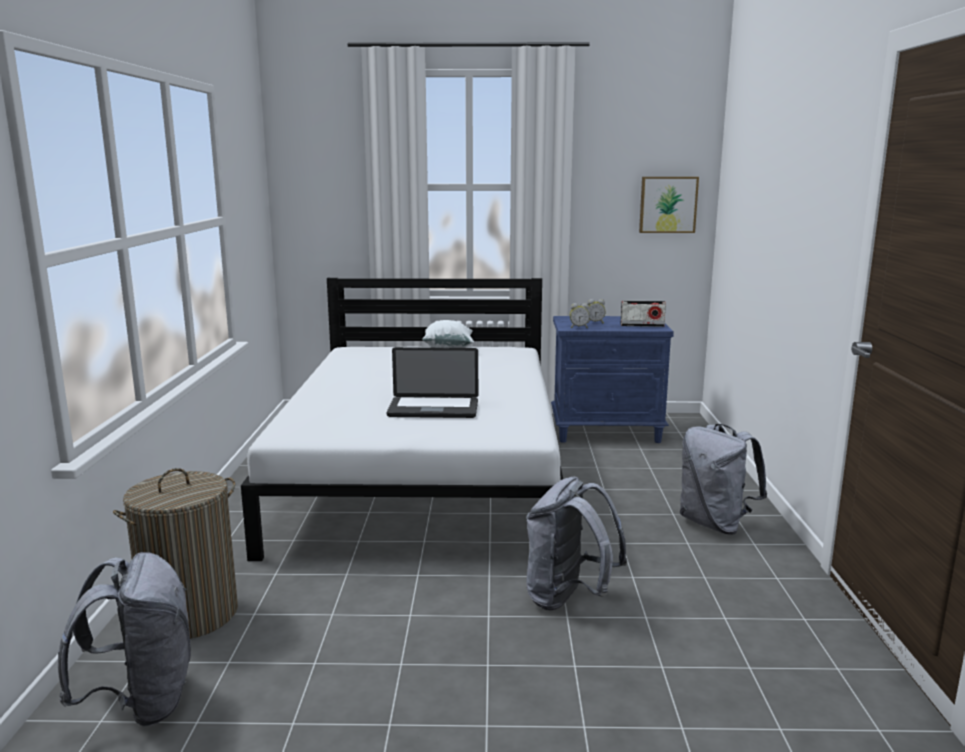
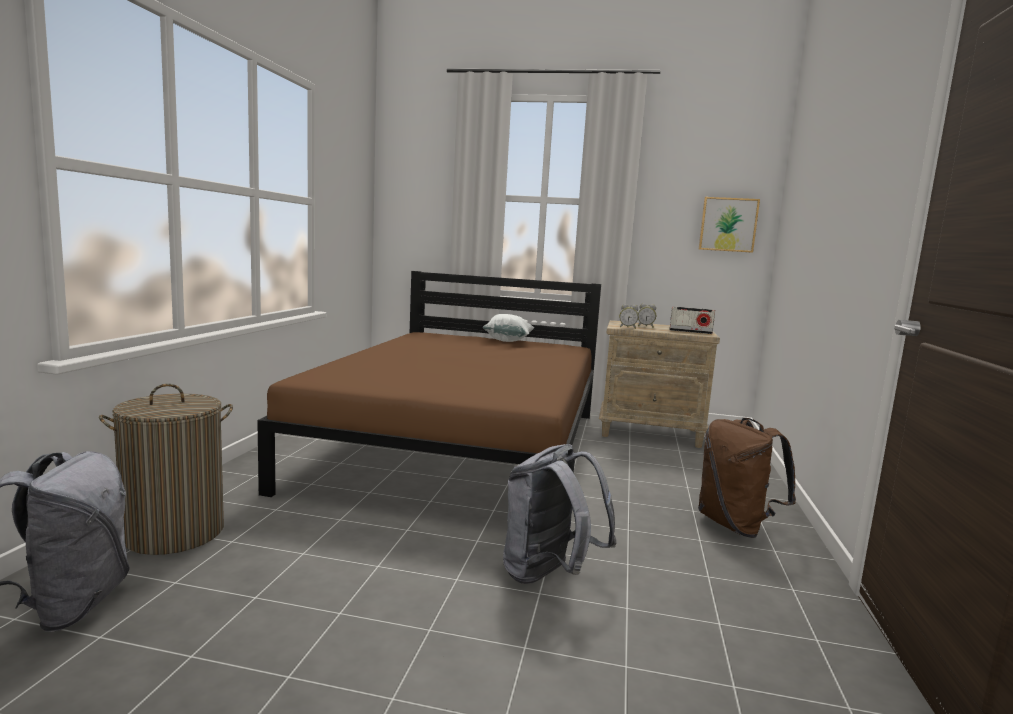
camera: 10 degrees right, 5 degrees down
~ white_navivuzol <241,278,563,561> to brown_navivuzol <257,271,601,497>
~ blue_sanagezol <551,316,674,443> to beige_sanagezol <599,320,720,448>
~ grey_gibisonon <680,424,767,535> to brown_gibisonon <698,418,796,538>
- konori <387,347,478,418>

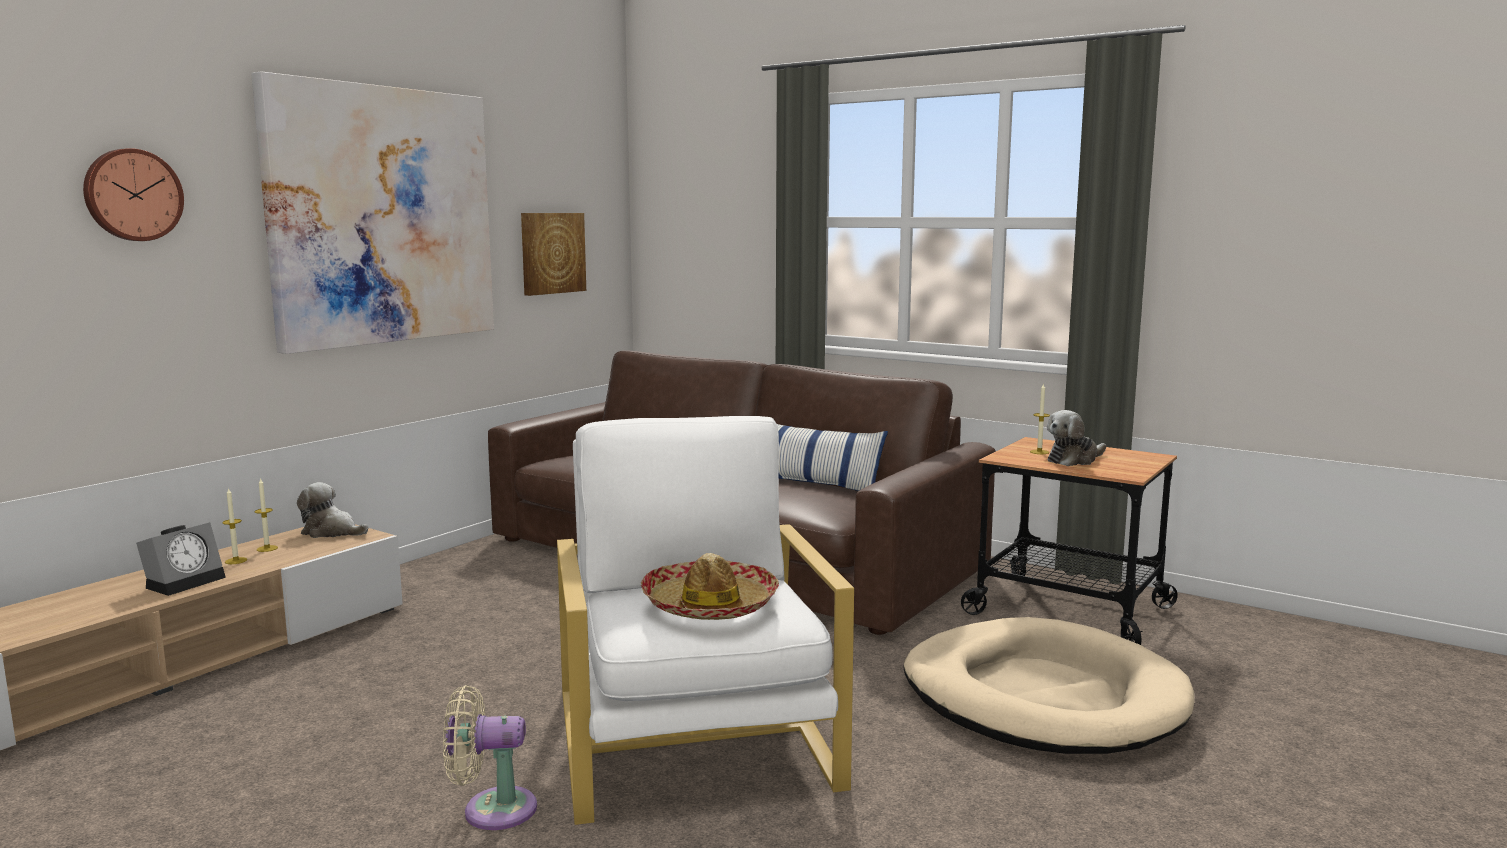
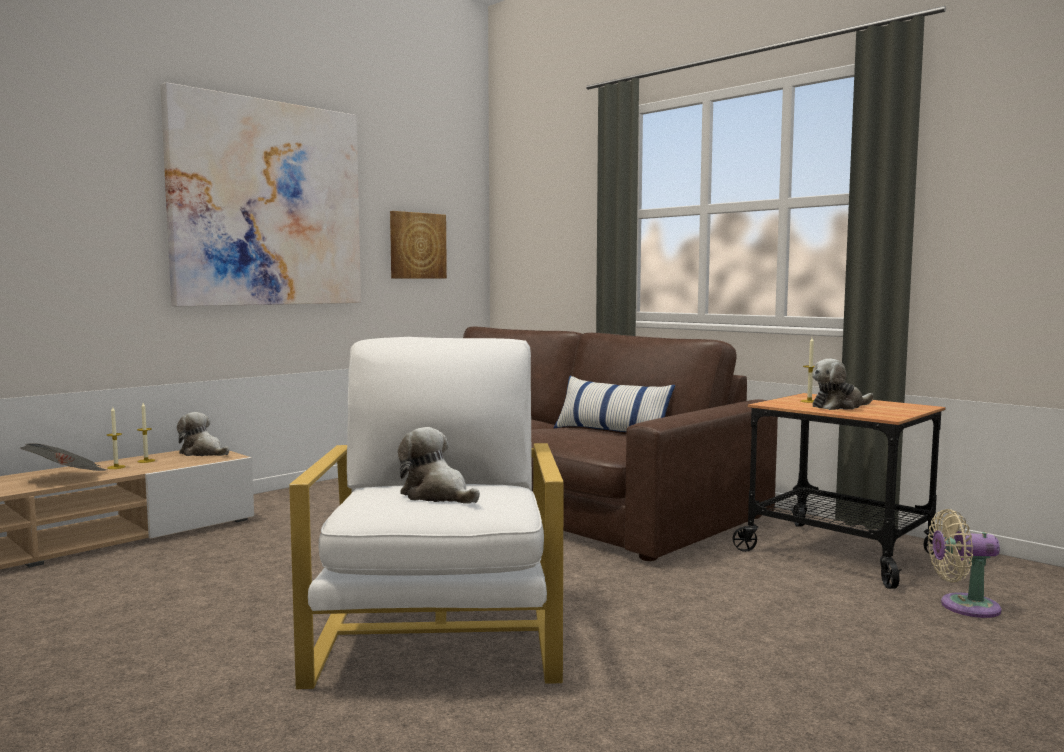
camera: 10 degrees right, 5 degrees down
~ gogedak <136,522,226,596> to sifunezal <20,443,107,471>
~ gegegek <640,553,779,620> to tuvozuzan <398,427,480,504>
~ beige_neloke <443,685,537,830> to <928,509,1002,618>
- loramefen <83,148,184,241>
- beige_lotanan <904,617,1194,754>

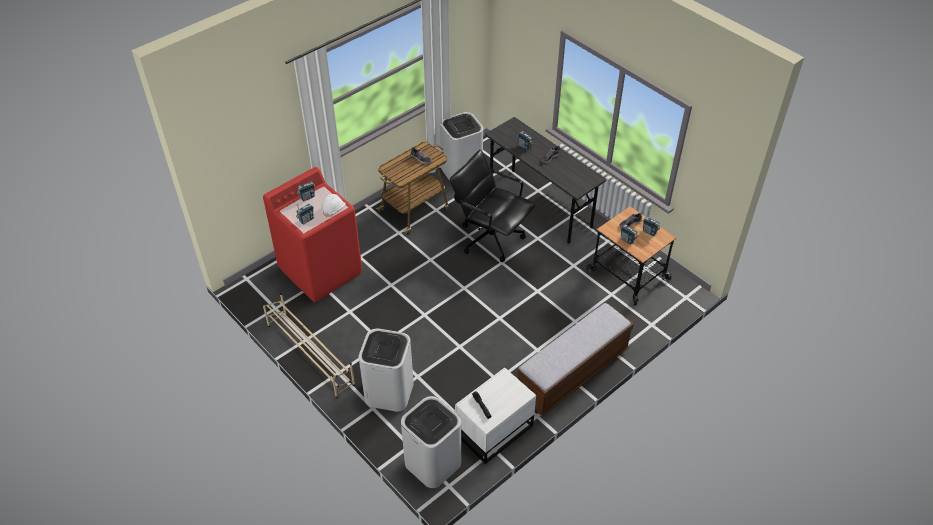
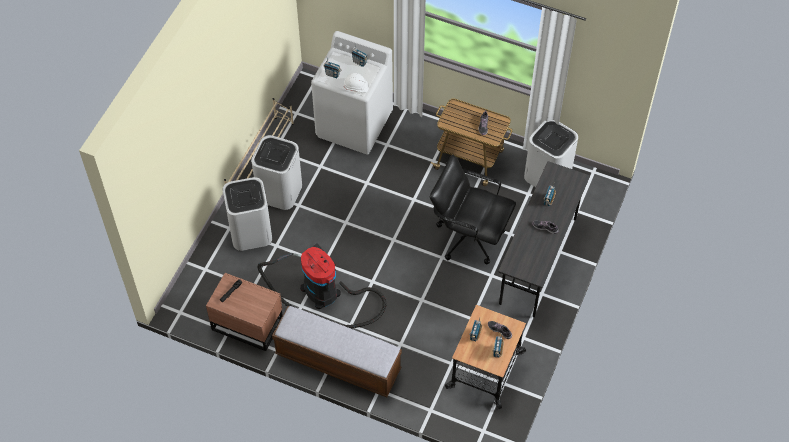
camera: 65 degrees right, 10 degrees up
~ white_sanagezol <455,368,536,464> to brown_sanagezol <206,273,283,351>
~ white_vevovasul <401,396,461,488> to <251,135,302,210>
+ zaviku <257,244,386,329>
~ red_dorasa <263,167,362,302> to white_dorasa <311,31,393,155>
~ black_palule <450,150,535,262> = <430,155,516,264> 75 degrees counterclockwise

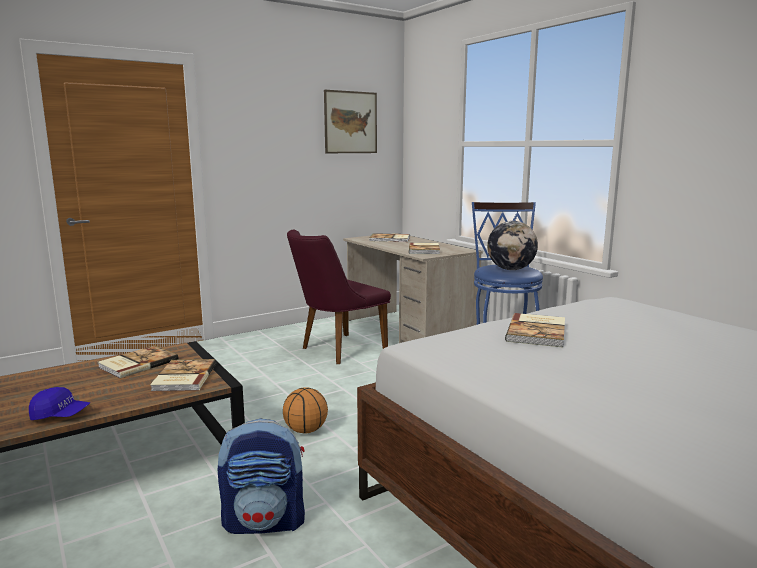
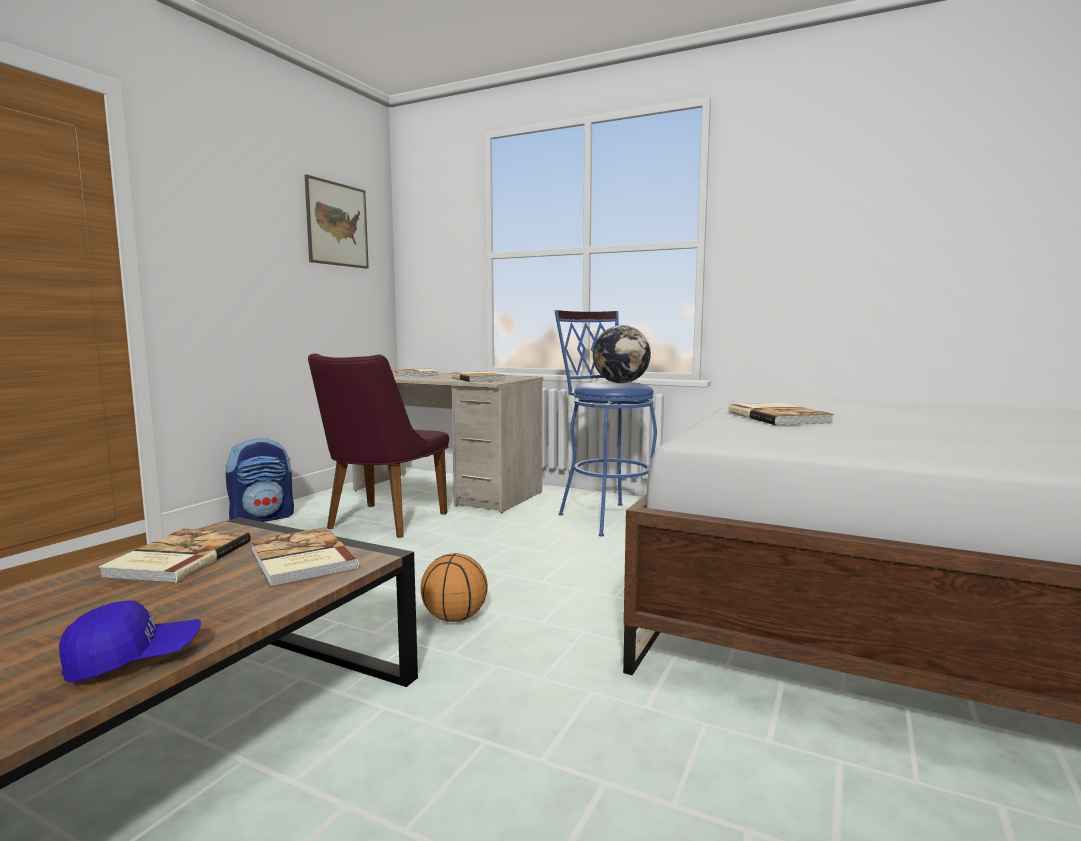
camera: 30 degrees left, 5 degrees down
~ gibisonon <218,419,305,534> to <225,438,294,522>

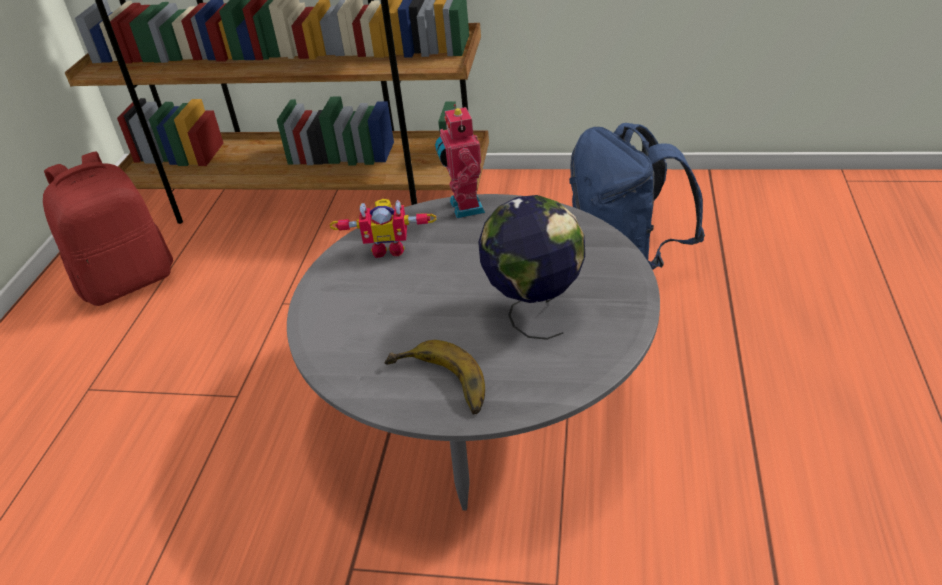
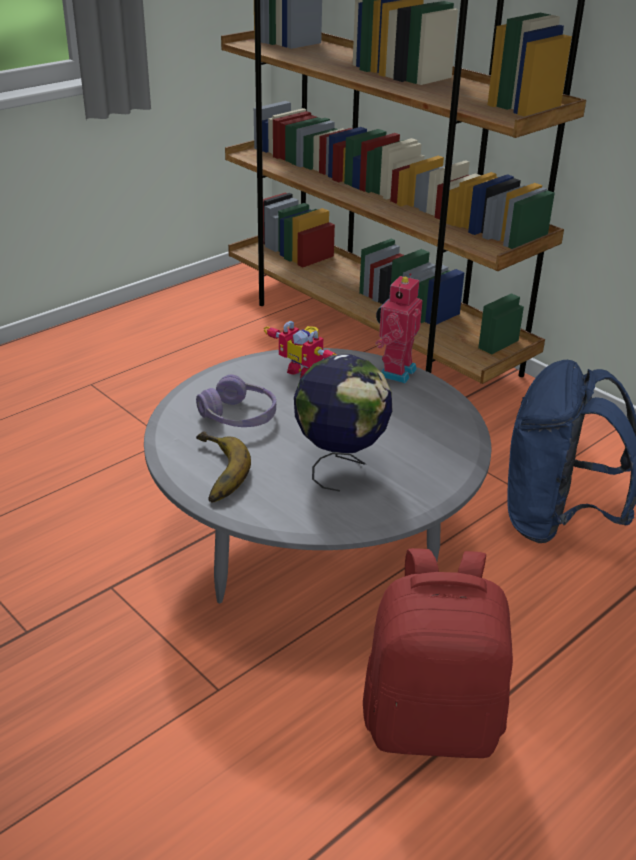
camera: 35 degrees right, 5 degrees down
+ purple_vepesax <196,374,276,427>
~ red_gibisonon <43,151,173,306> to <363,548,513,758>

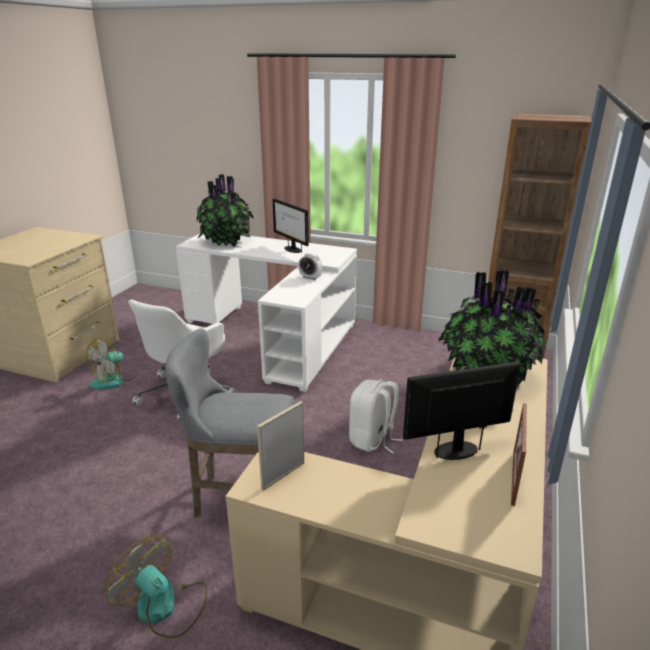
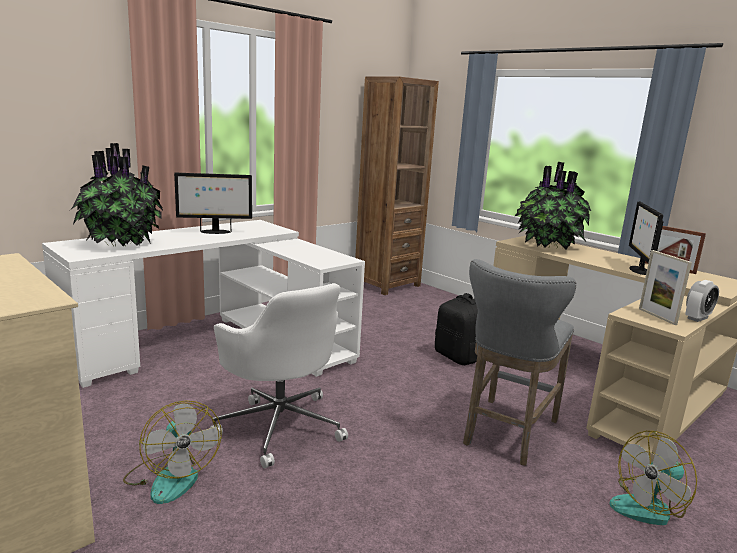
camera: 65 degrees left, 10 degrees down
~ white_gibisonon <349,380,403,454> to black_gibisonon <435,293,478,365>
~ gogedak <299,253,322,280> to <685,280,719,322>

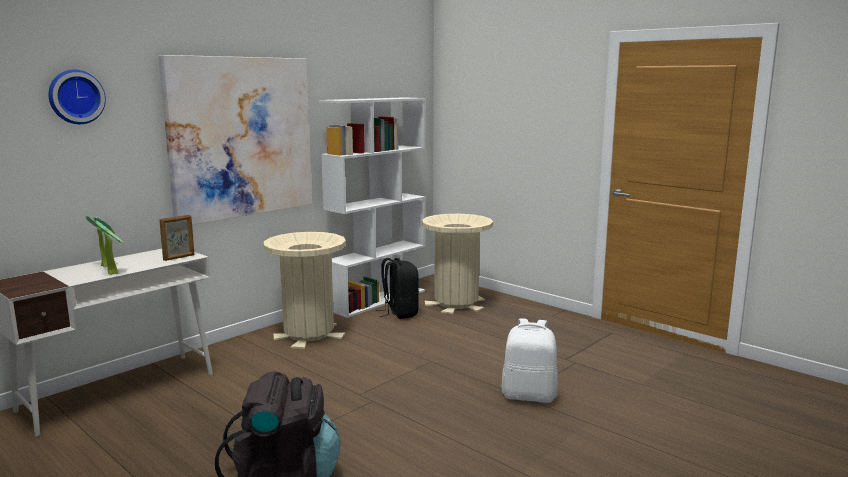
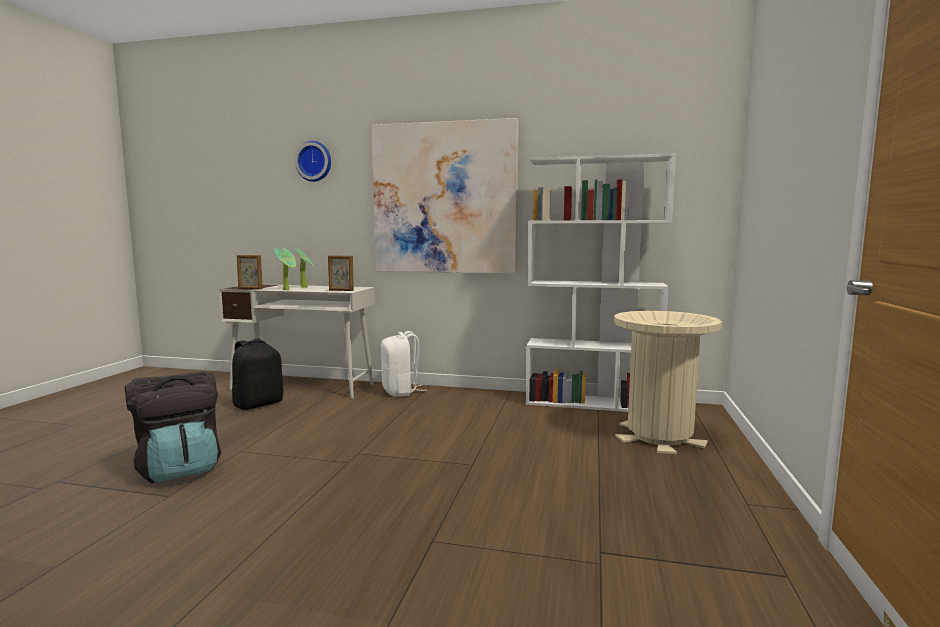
camera: 60 degrees right, 5 degrees down
~ black_gibisonon <376,258,419,319> to <232,338,283,410>
+ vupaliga <237,255,263,289>
~ white_gibisonon <502,318,558,403> to <381,331,427,397>
- beige_vevovasul <264,232,346,349>

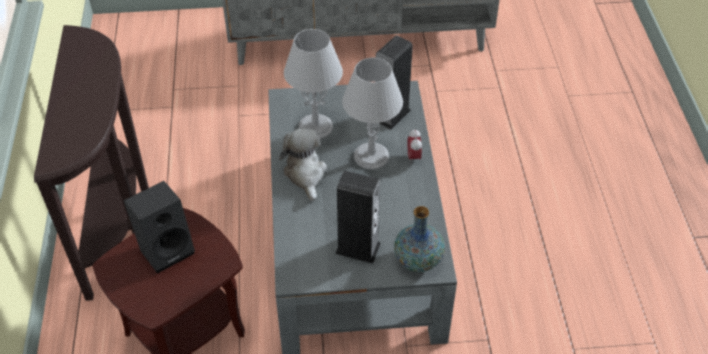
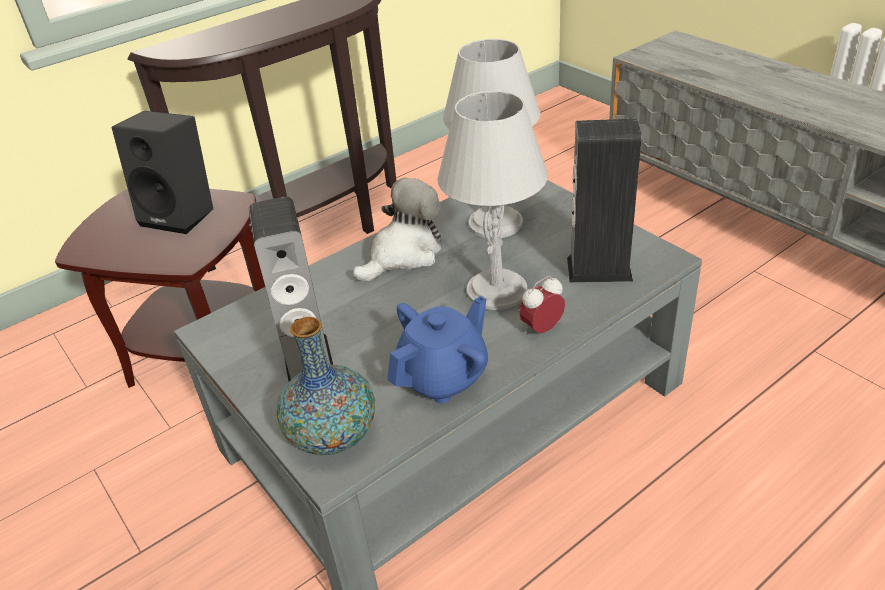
camera: 60 degrees right, 10 degrees down
+ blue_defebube <387,296,488,404>

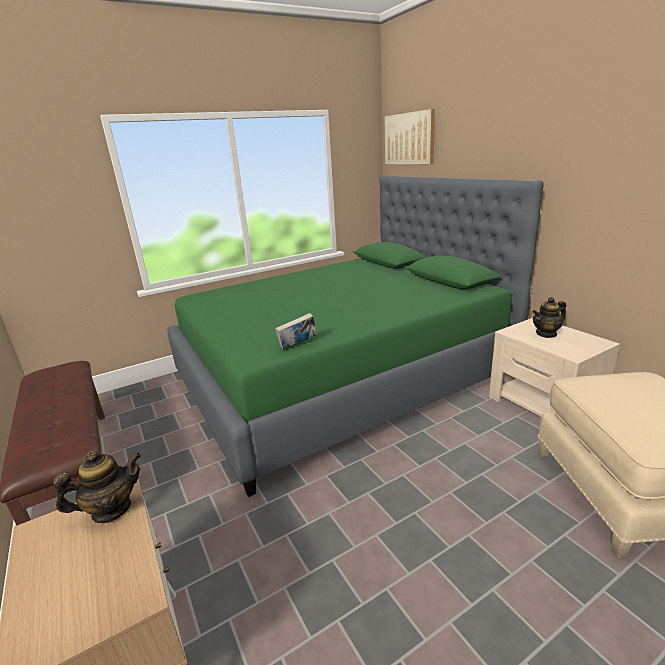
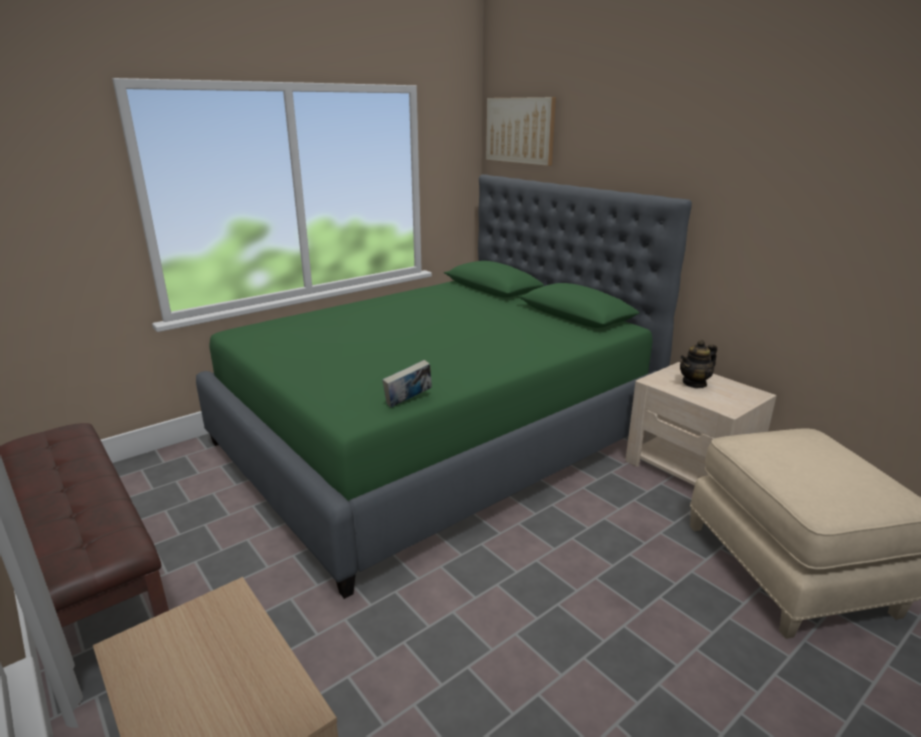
camera: 10 degrees left, 0 degrees up
- defebube <53,450,141,523>

